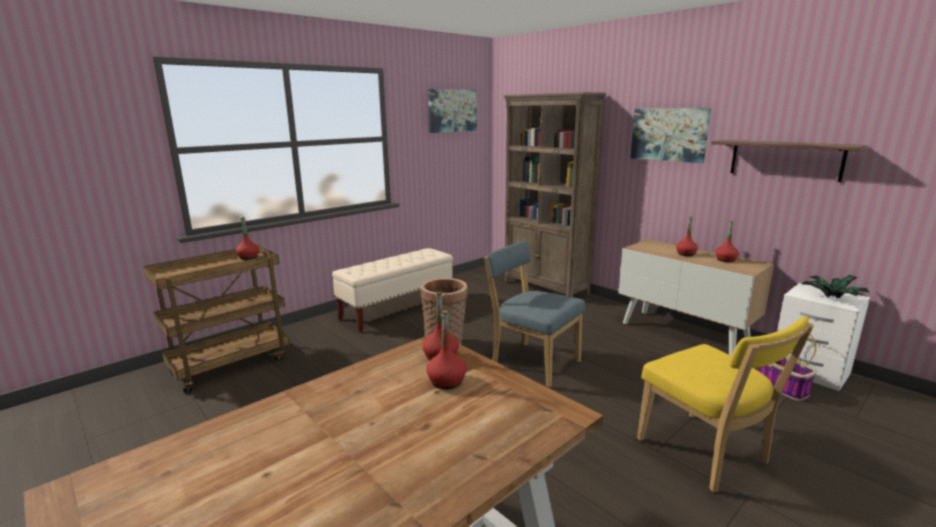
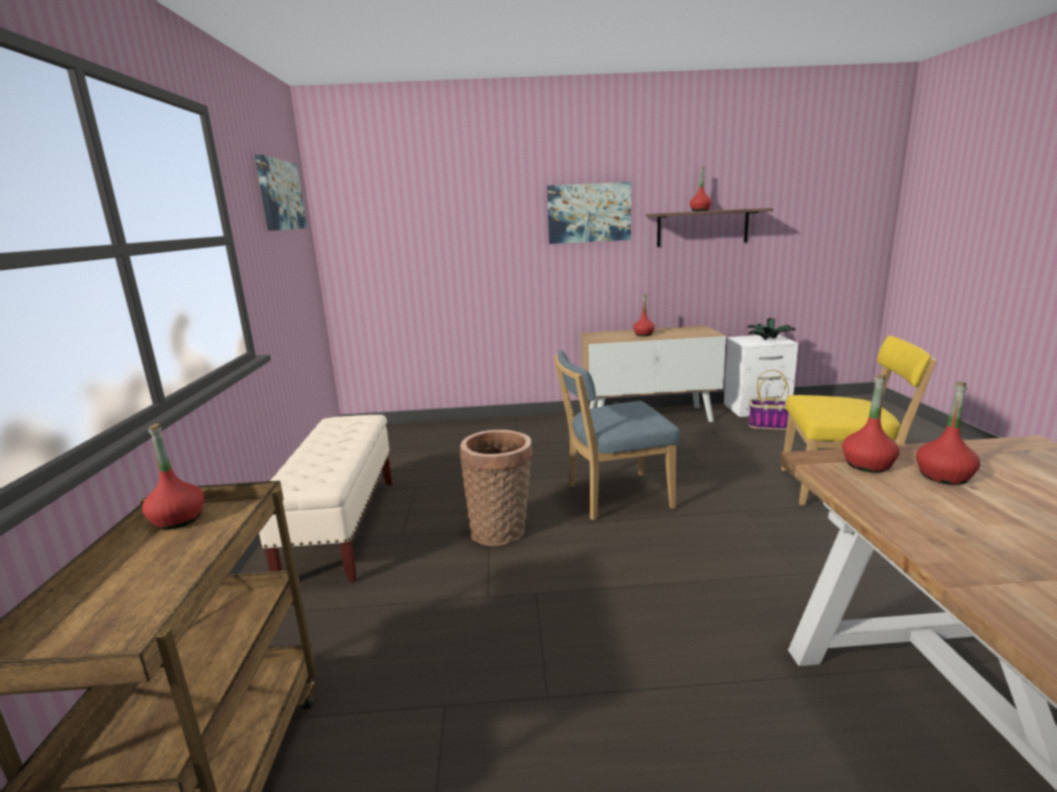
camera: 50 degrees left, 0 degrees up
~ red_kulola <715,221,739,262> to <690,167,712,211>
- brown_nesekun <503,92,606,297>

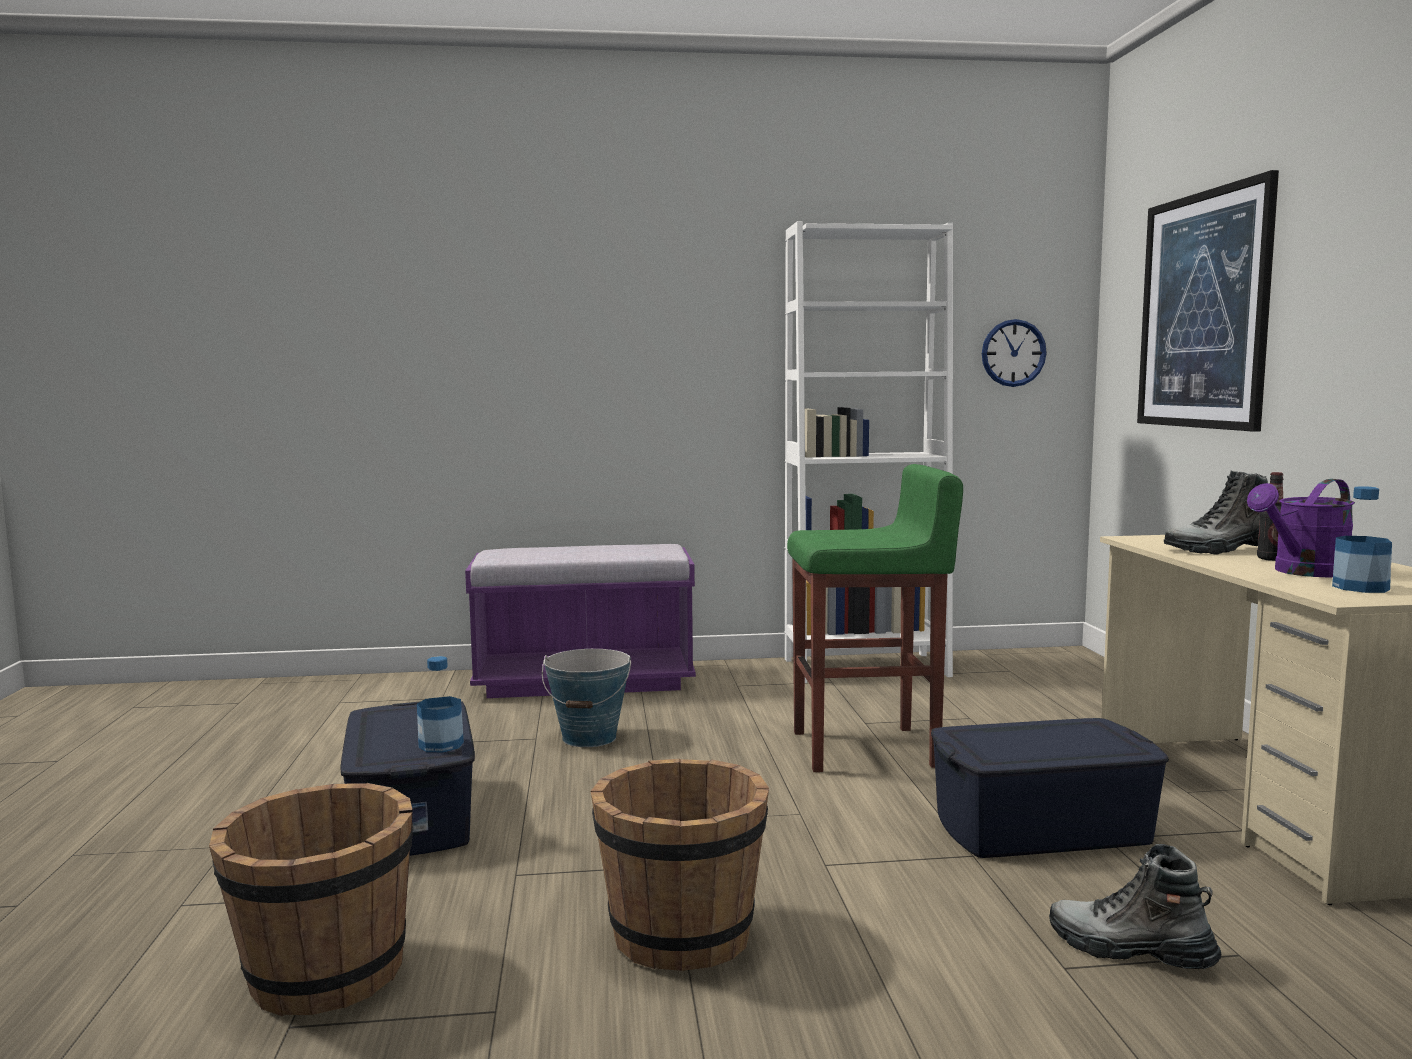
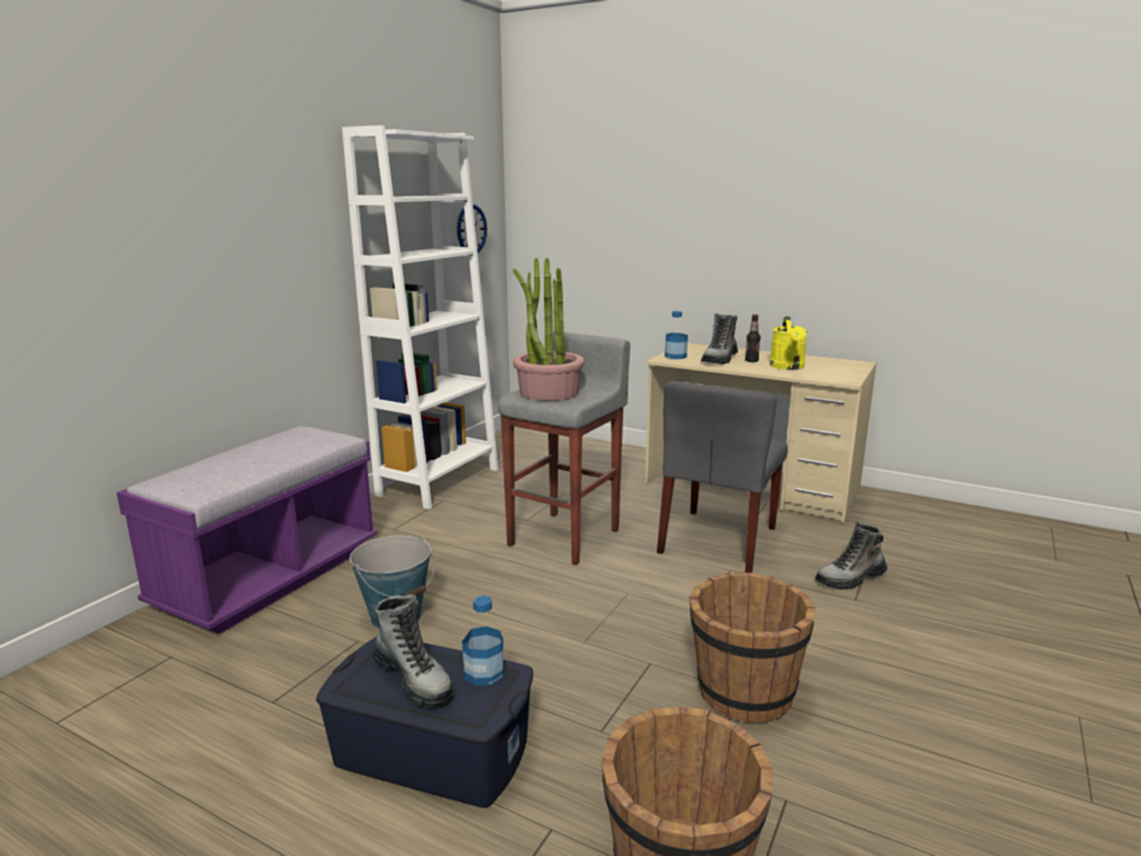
camera: 55 degrees left, 10 degrees up
+ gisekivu <372,595,454,708>
~ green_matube <787,464,963,772> to grey_matube <498,332,630,565>
+ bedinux <513,258,585,401>
~ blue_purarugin <931,718,1169,858> to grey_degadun <657,381,788,573>
~ kulola <1332,486,1392,593> to <665,311,688,359>
~ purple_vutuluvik <1247,479,1355,577> to yellow_vutuluvik <770,316,807,370>
- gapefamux <1137,170,1279,432>

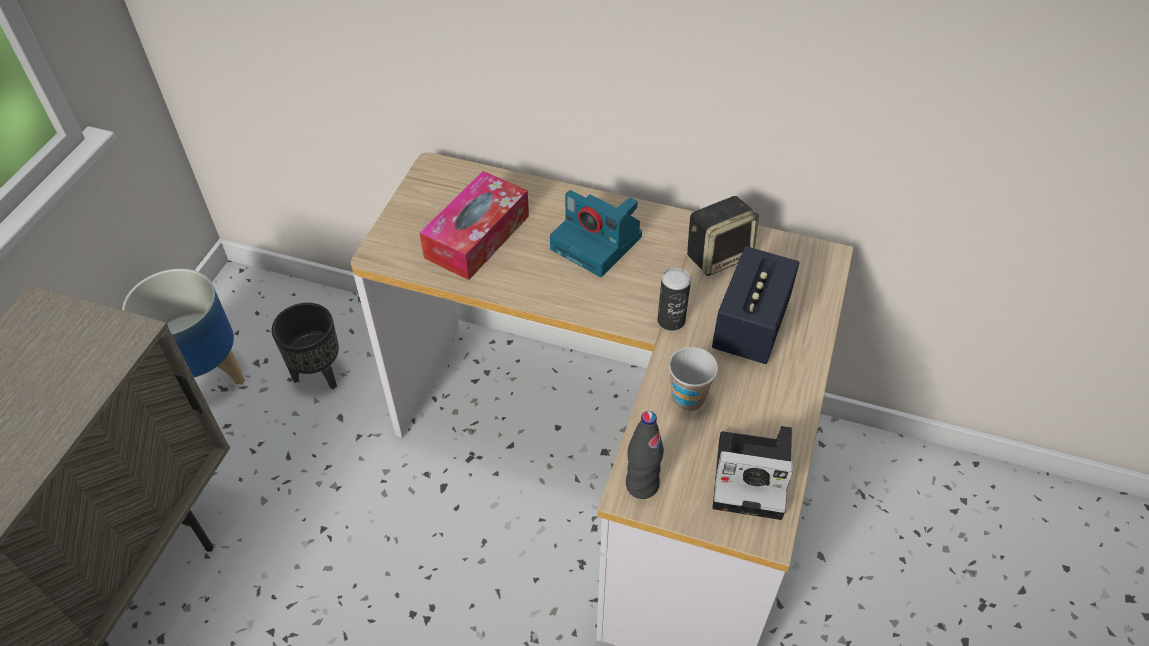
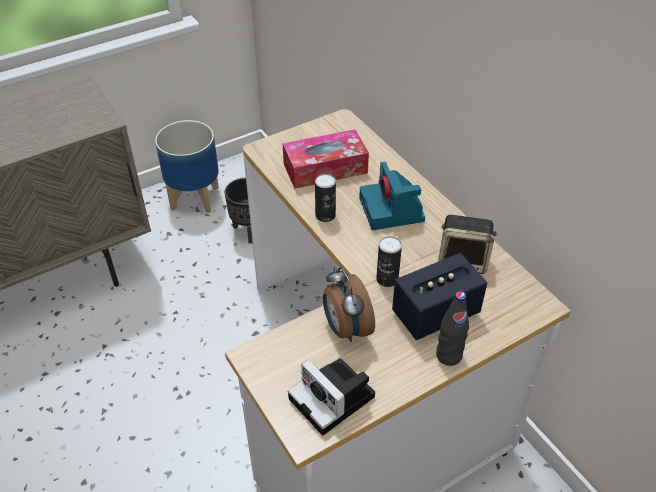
camera: 40 degrees right, 5 degrees down
+ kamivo <315,174,336,222>
~ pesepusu <669,347,718,411> to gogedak <323,267,375,342>
~ black_kulola <626,411,664,499> to <436,291,469,366>

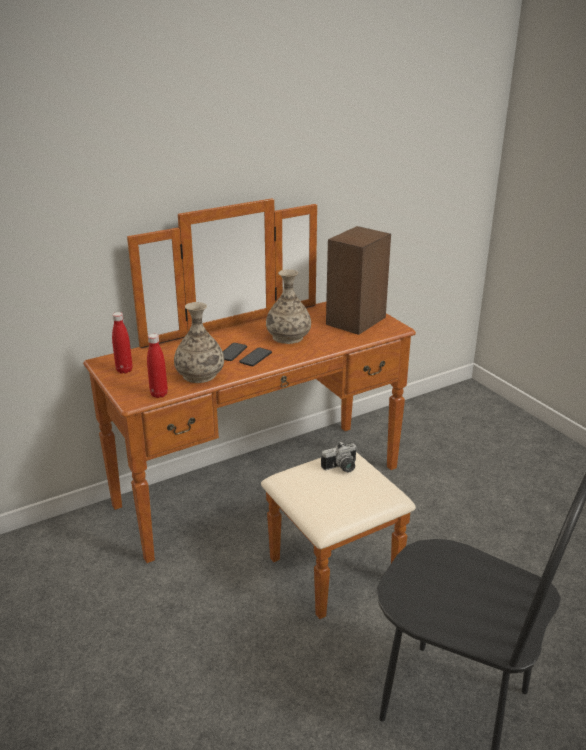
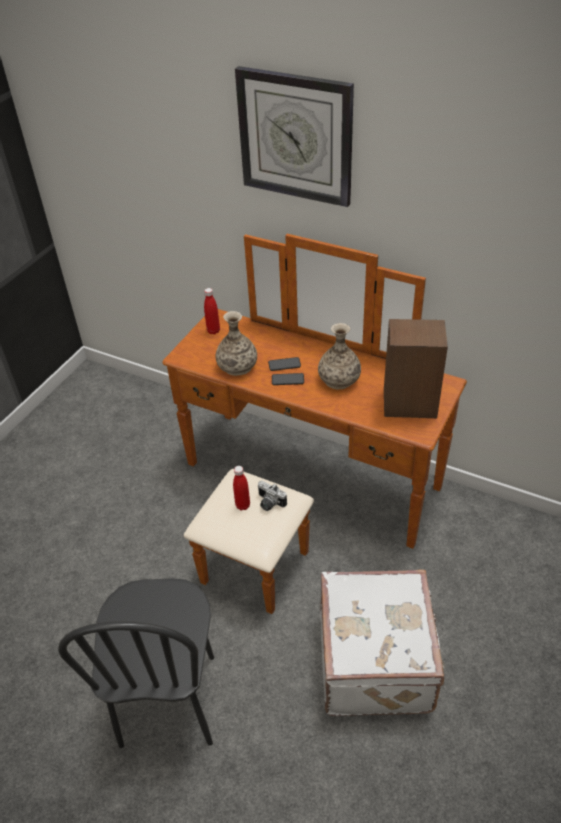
camera: 60 degrees right, 15 degrees up
~ red_kulola <147,334,168,398> to <233,466,250,510>
+ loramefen <235,66,354,207>
+ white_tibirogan <320,570,445,716>

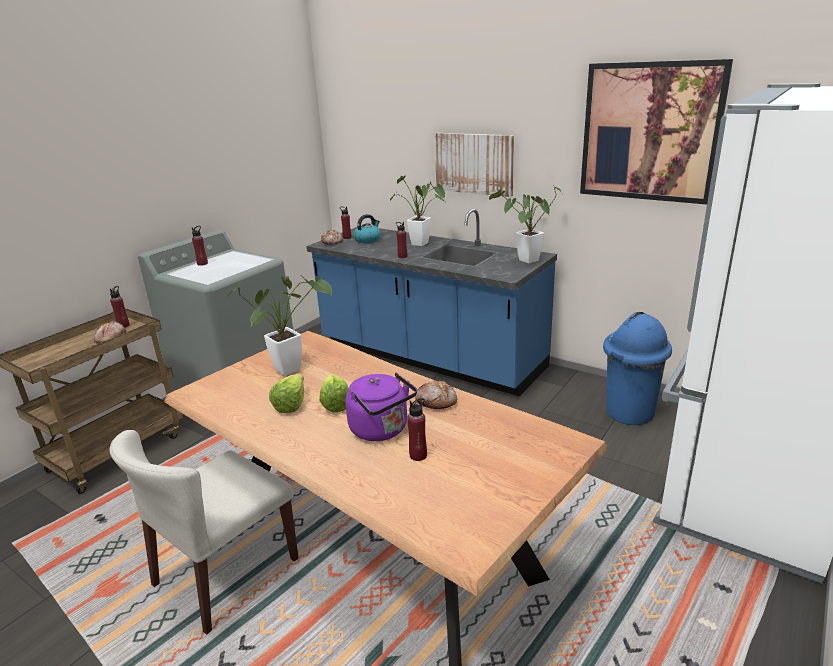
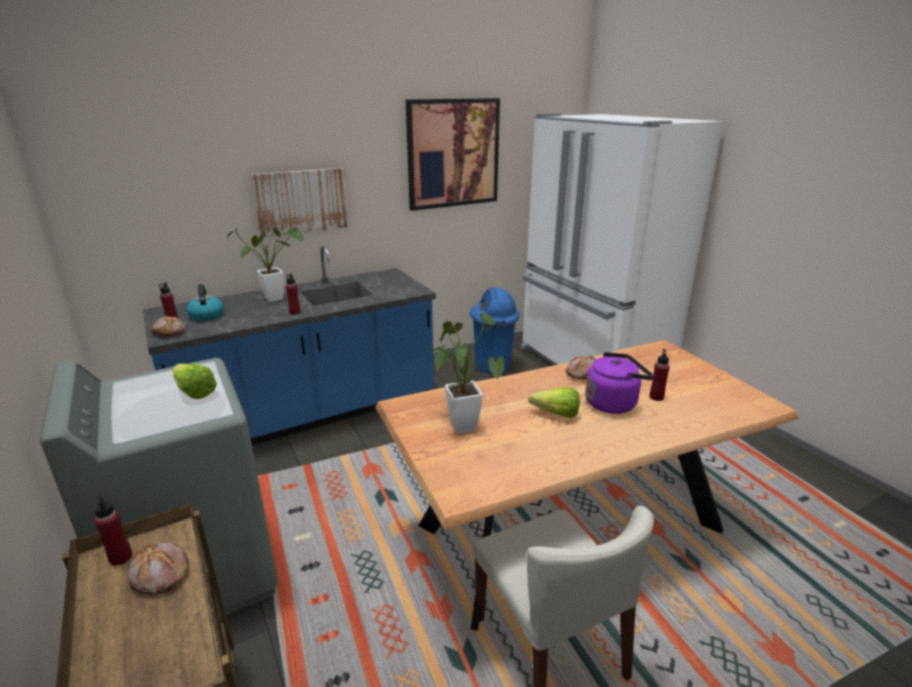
camera: 65 degrees left, 0 degrees up
~ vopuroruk <269,373,304,413> to <173,364,217,399>
- red_kulola <192,226,208,266>
- bedinux <489,185,562,263>

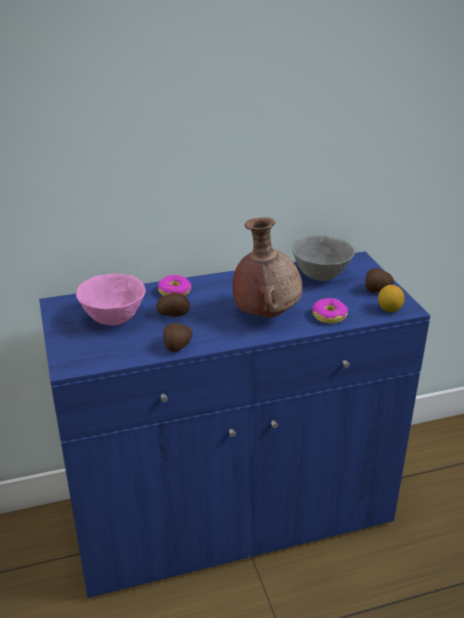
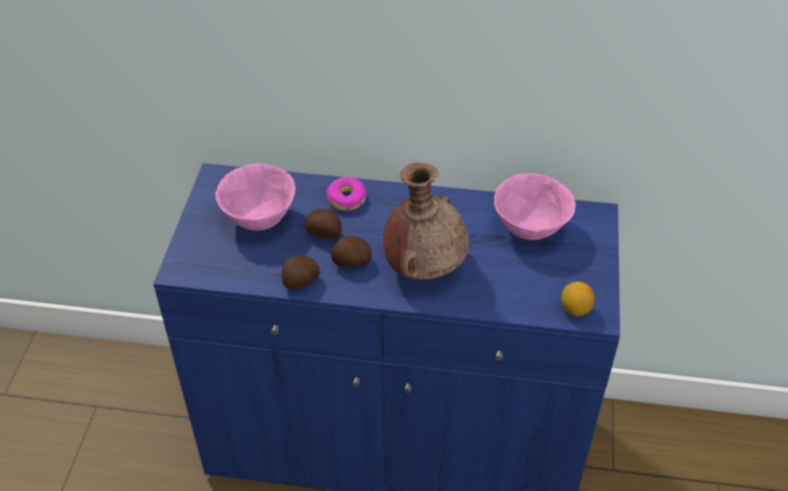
camera: 25 degrees right, 15 degrees up
~ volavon <365,268,394,293> to <331,236,372,267>
~ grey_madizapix <292,236,355,281> to pink_madizapix <494,173,576,240>
- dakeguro <312,298,348,324>

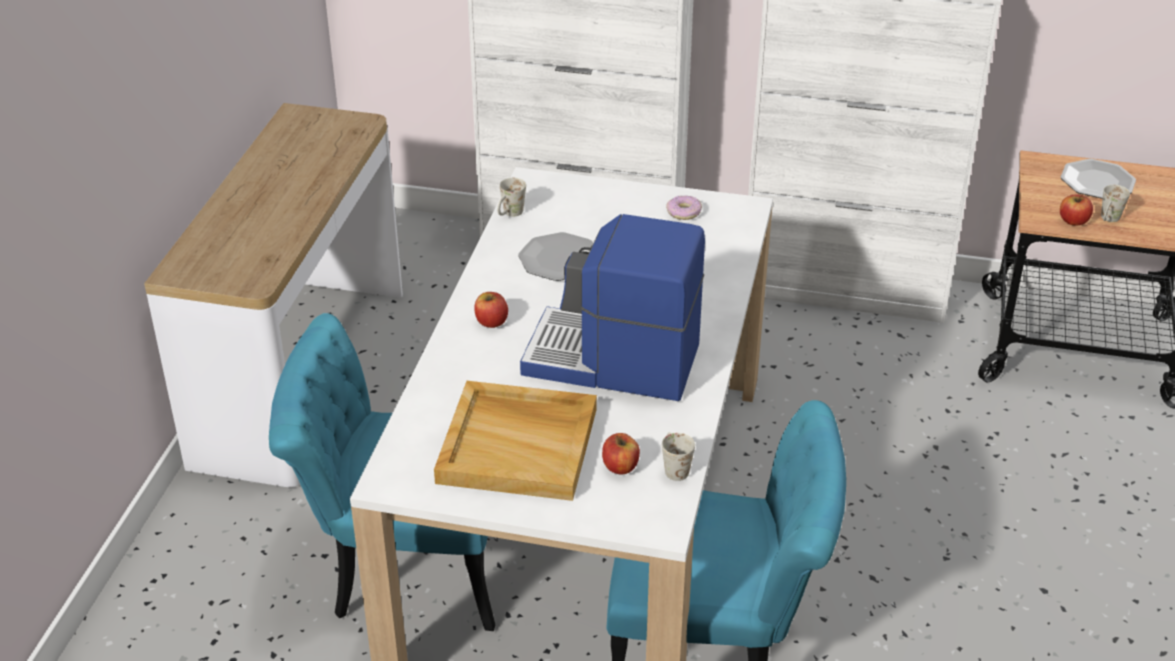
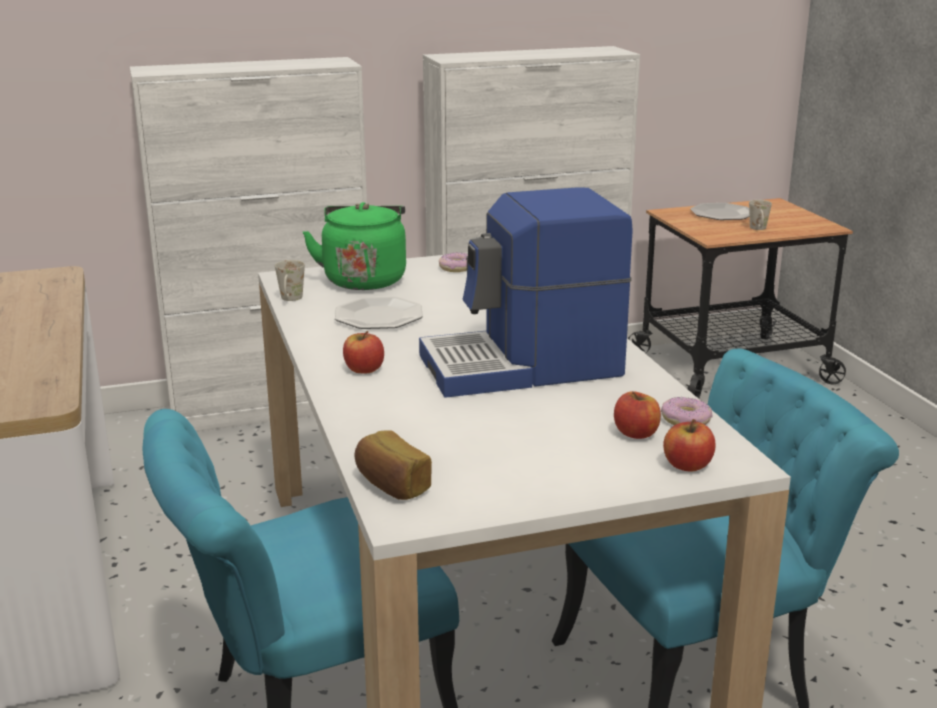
camera: 30 degrees left, 15 degrees down
+ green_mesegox <303,202,406,290>
+ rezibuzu <354,430,432,500>
~ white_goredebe <662,432,695,481> to dakeguro <661,397,712,425>
~ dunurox <1060,194,1093,226> to <663,419,716,472>
- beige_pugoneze <434,381,597,501>

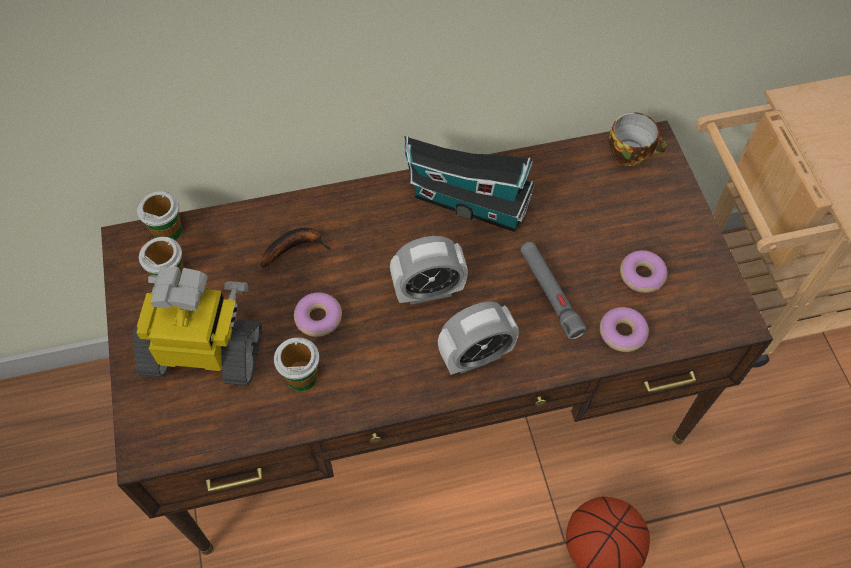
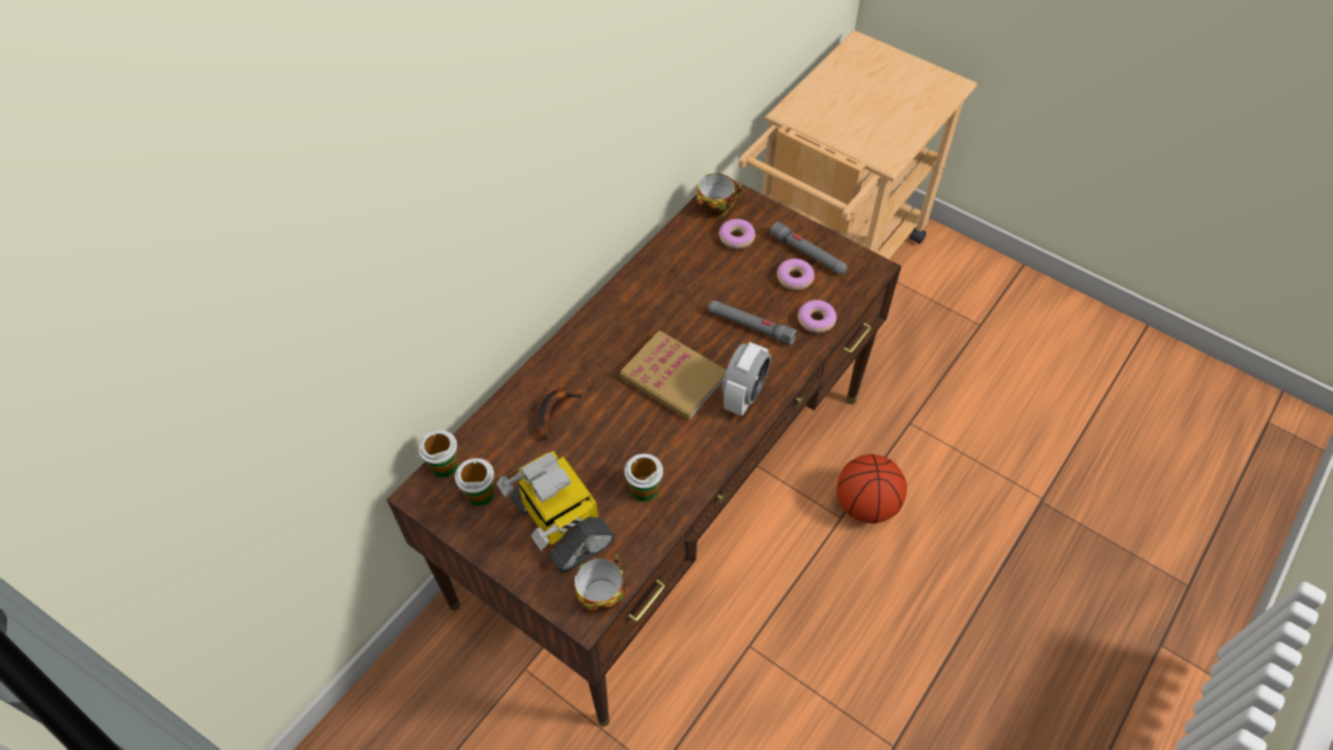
camera: 40 degrees left, 5 degrees down
~ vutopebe <133,267,262,386> = <496,451,615,573> 90 degrees counterclockwise
+ pesepusu <574,555,626,612>
~ gogedak <390,236,468,305> to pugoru <620,330,726,420>
~ dakeguro <294,292,342,337> to <719,219,756,249>
+ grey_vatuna <770,222,847,275>
- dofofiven <404,136,535,232>

